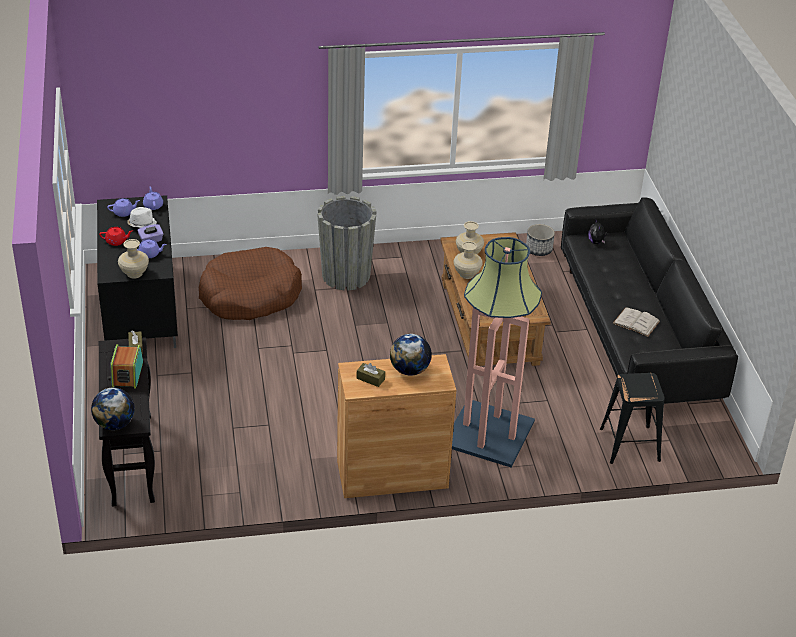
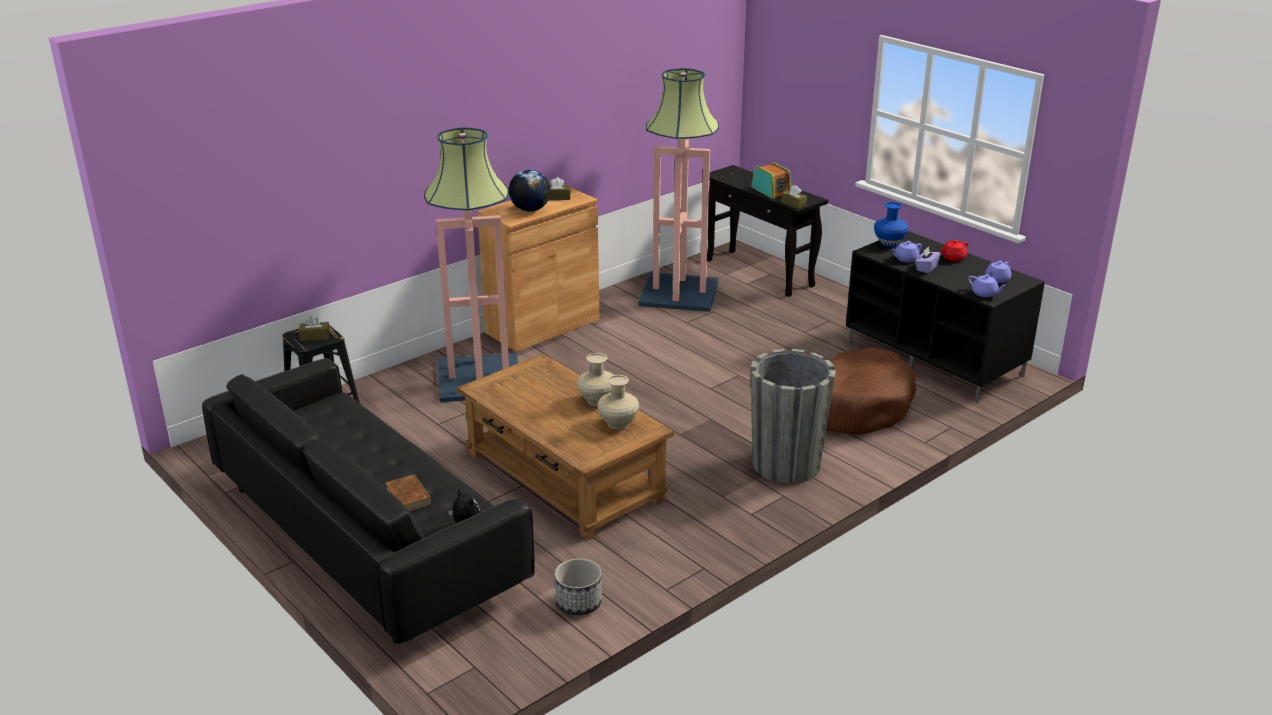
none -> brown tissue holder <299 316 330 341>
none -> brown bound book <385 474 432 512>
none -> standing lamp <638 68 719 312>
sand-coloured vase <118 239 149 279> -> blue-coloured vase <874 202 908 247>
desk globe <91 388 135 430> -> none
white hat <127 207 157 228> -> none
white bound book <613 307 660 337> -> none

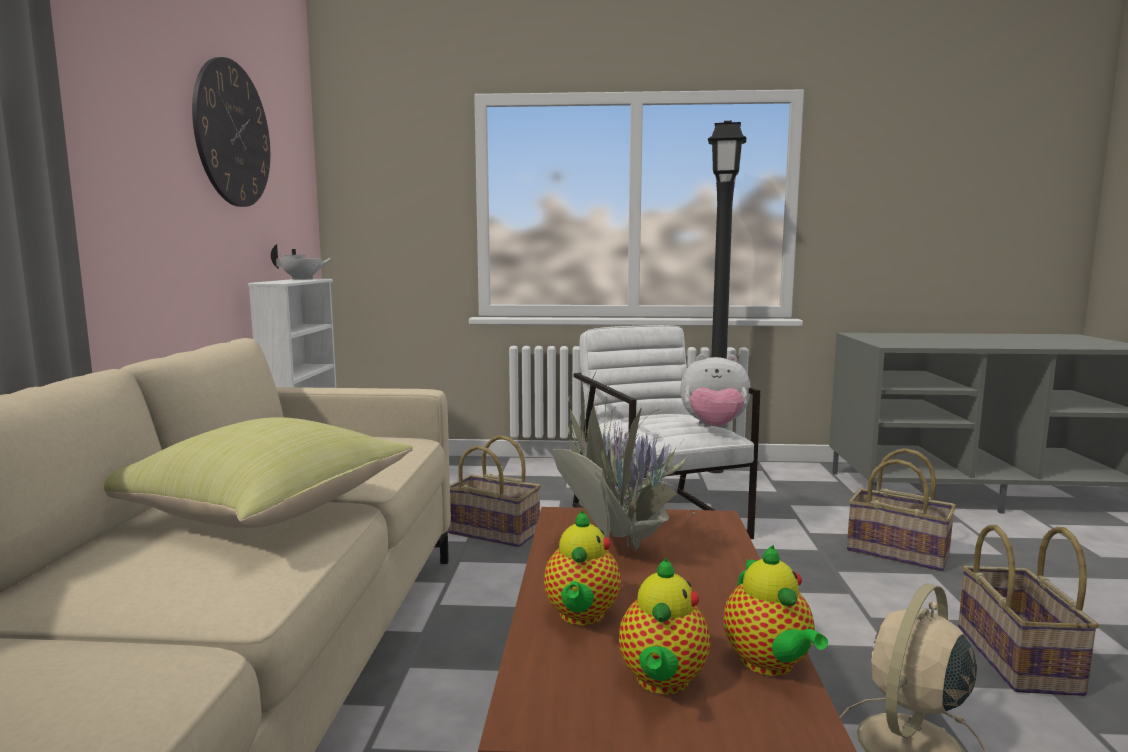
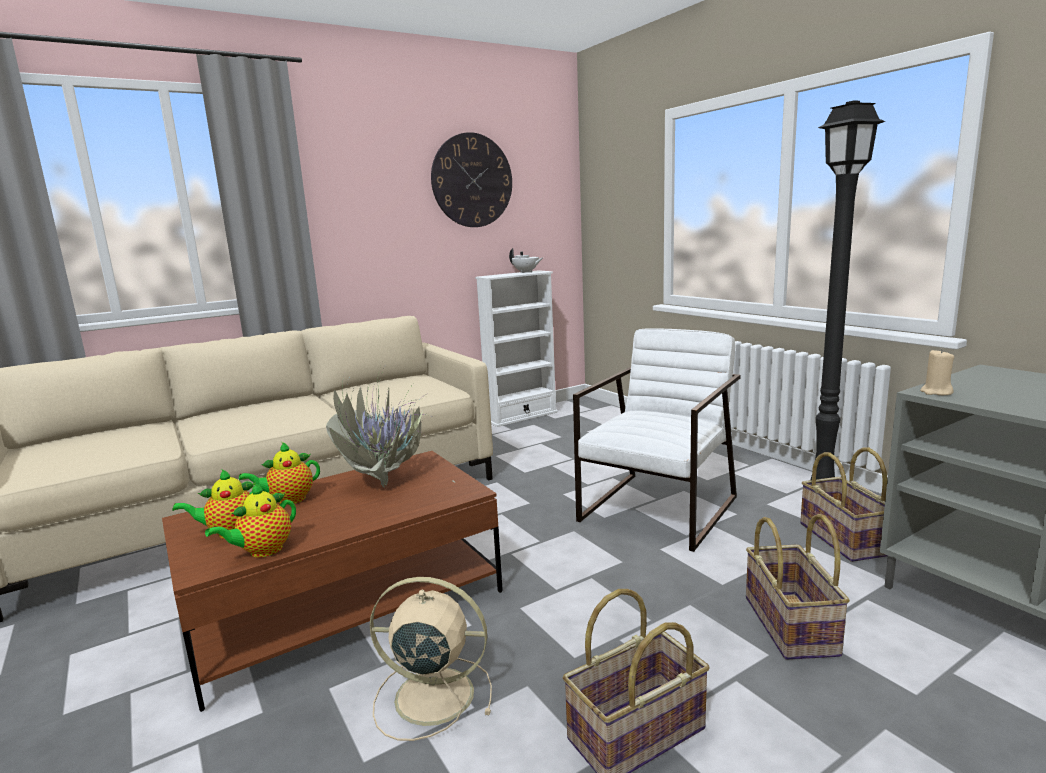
storage basket <448 435 541 547> -> storage basket <800 447 888 562>, move
none -> sand-coloured candle <920 349 954 395>
yellow-coloured pillow <104 417 413 528> -> none
cuddly toy <680 354 750 428> -> none

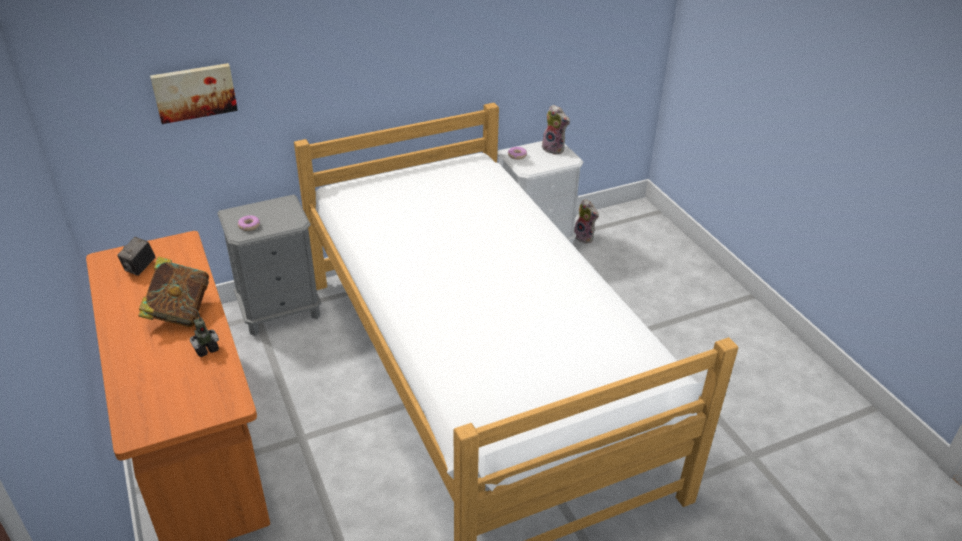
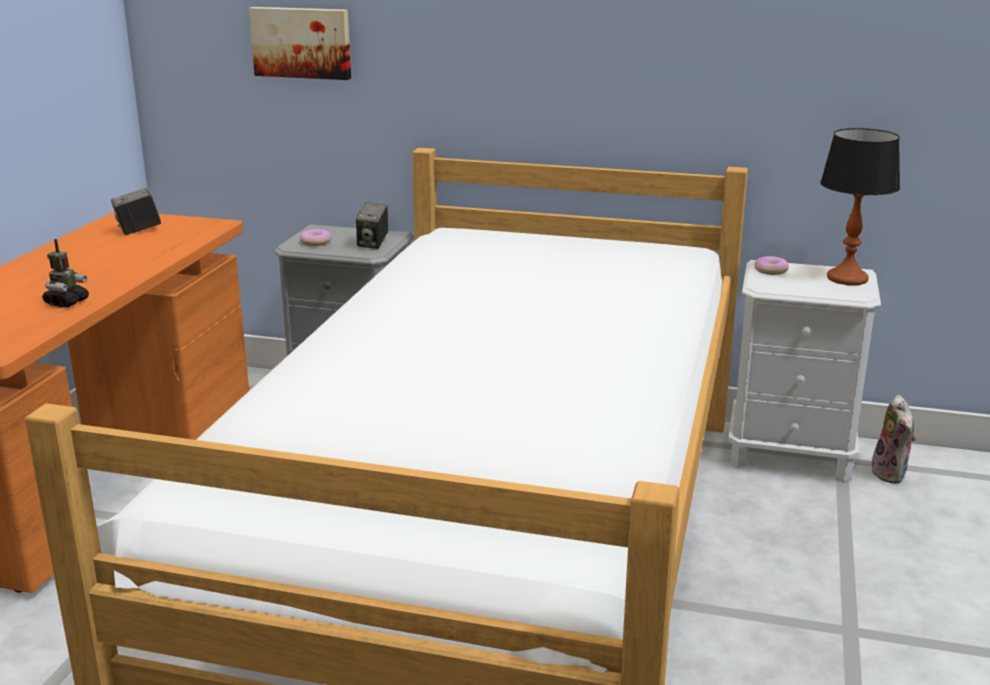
robot figure <190 313 219 357> -> robot figure <42 239 89 307>, 75 degrees counterclockwise
none -> photo camera <356 202 388 249>
cuddly toy <542 105 570 155> -> lamp for a table <820 128 900 285>
bound book <138 256 209 327> -> none

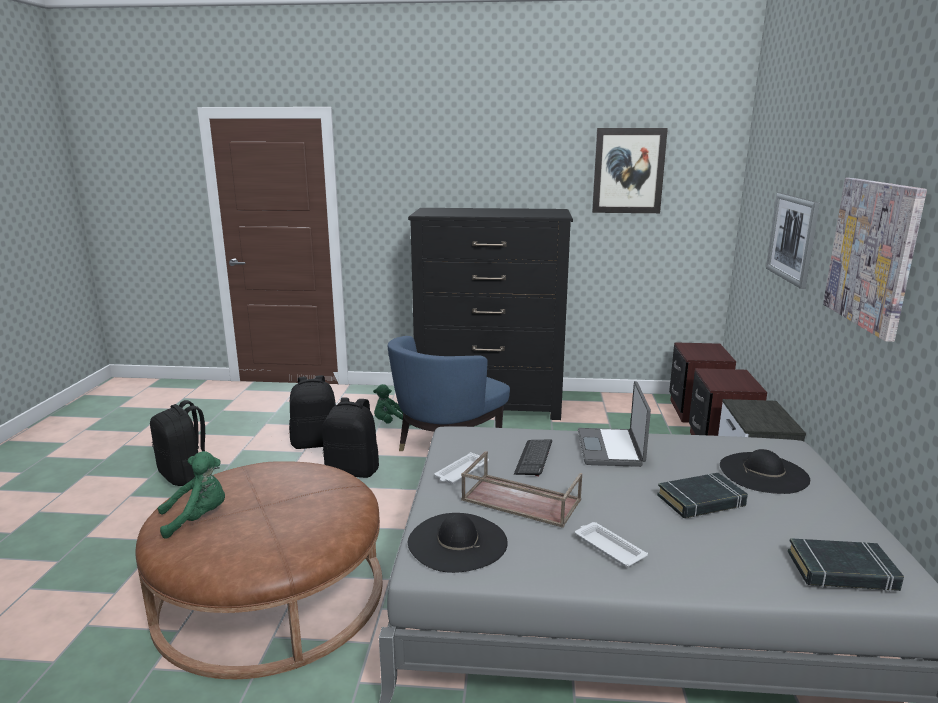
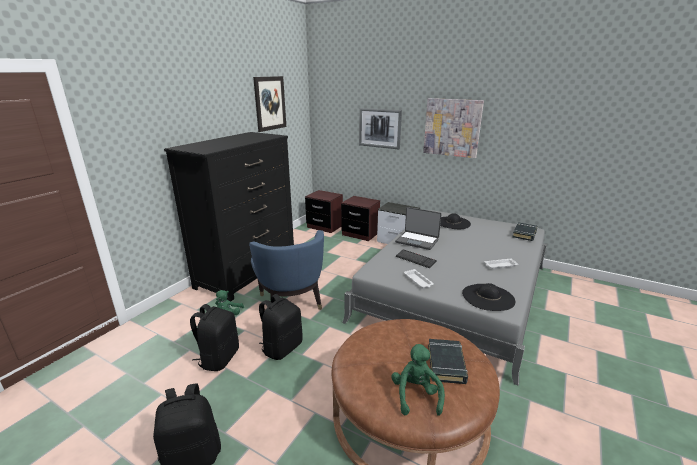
black bound book <657 473 748 518> -> black bound book <428 339 468 384>, move
brown tray <461 451 582 528> -> none

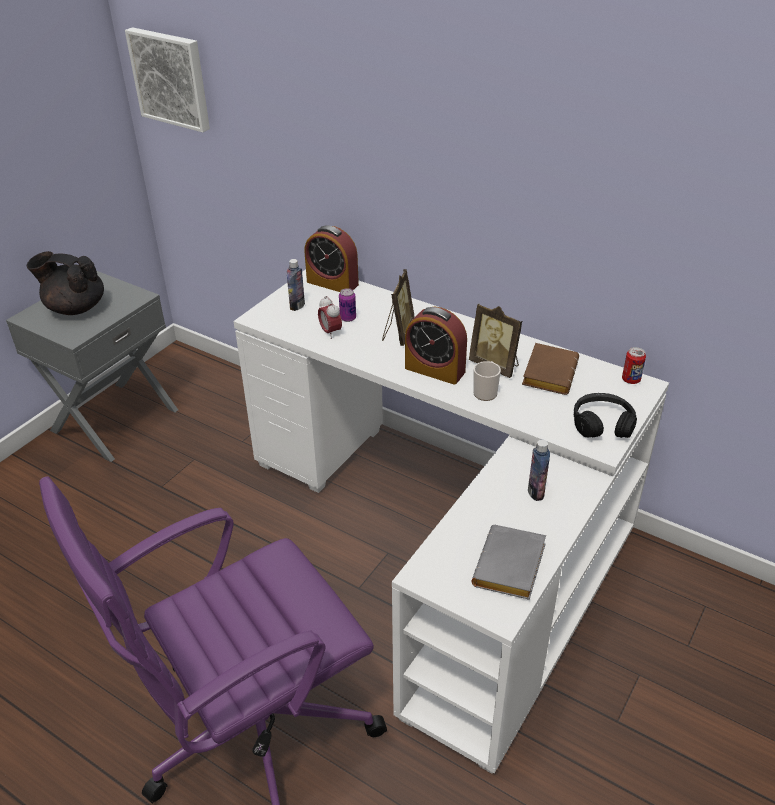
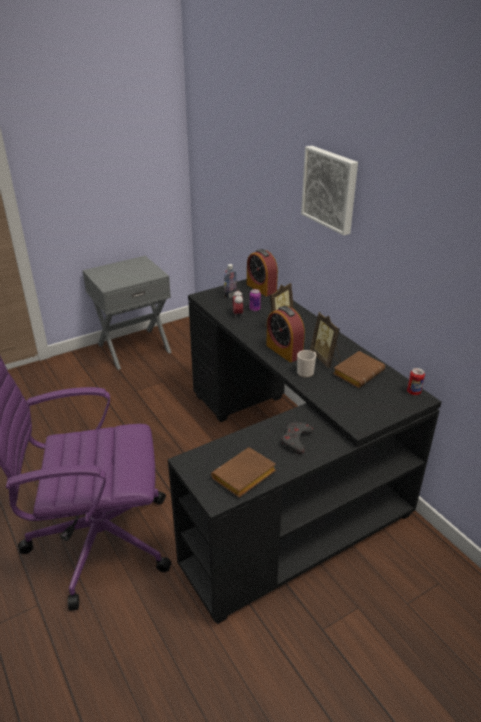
white desk <233 269 669 774> -> black desk <168 279 441 624>
greyish bound book <472 525 546 600> -> brown bound book <211 447 276 498>
beverage bottle <528 440 550 501> -> greyish gamepad <282 422 313 454>
picture <125 27 210 132> -> picture <301 146 358 236>, move
black tea pot <26 251 104 315> -> none
black pair of headphones <574 393 637 438> -> none

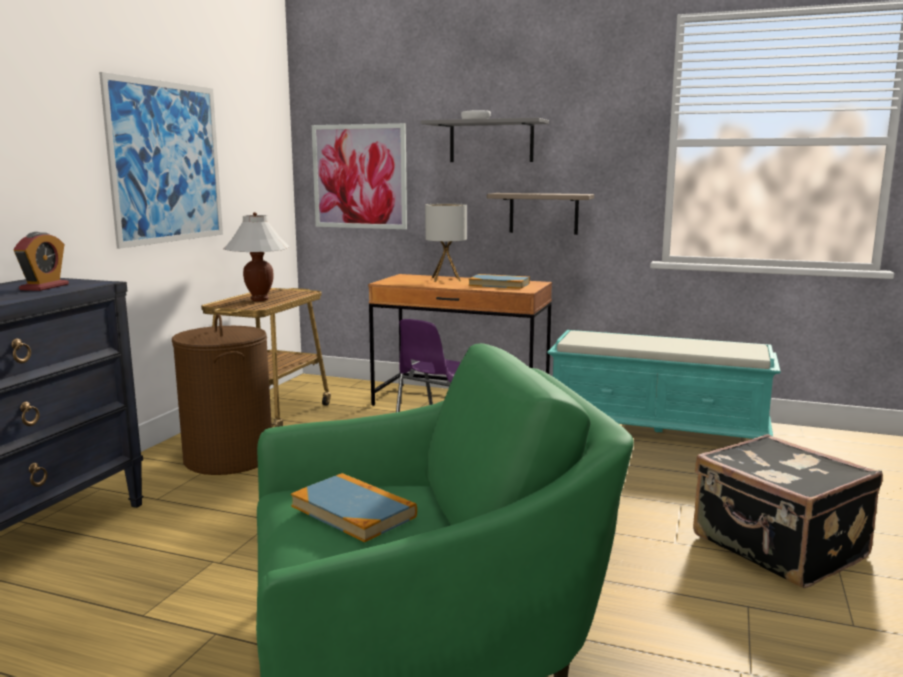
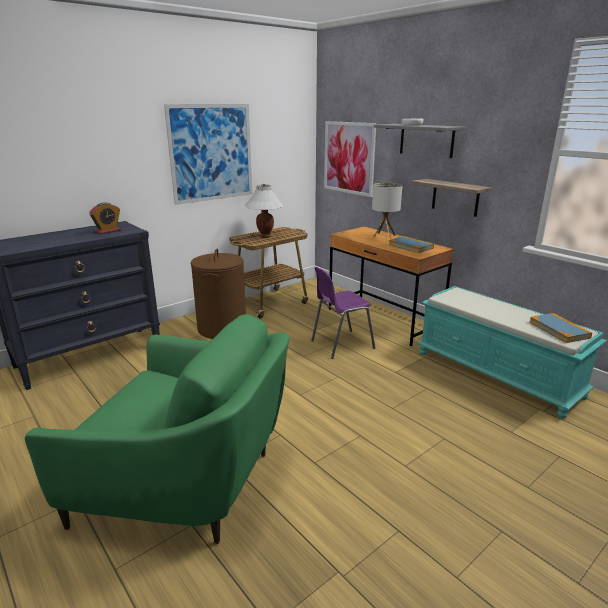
bound book <291 473 417 542> -> bound book <529 313 592 343>, move
black piece of luggage <693 434 883 588> -> none

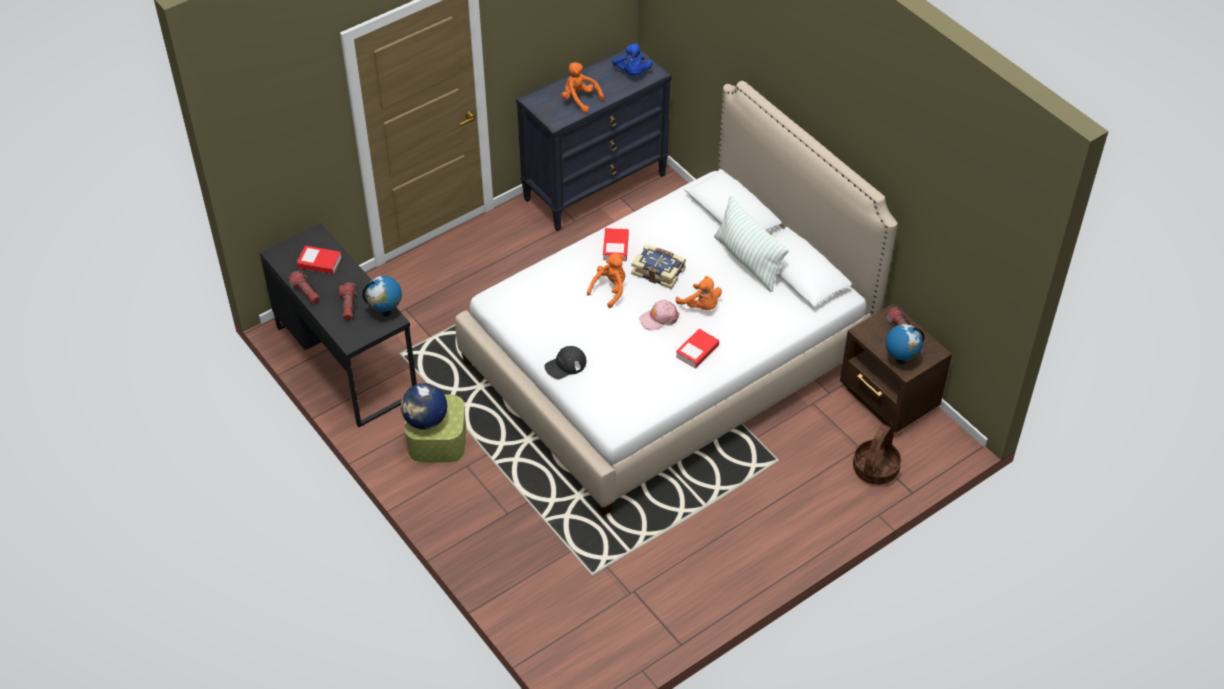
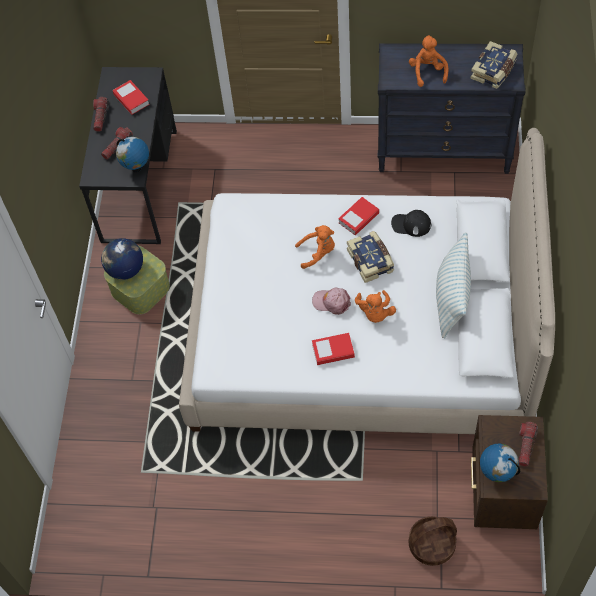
black baseball cap <544 346 586 379> -> black baseball cap <391 210 431 237>, move
blue-coloured cuddly toy <612 43 652 76> -> bound book <470 41 517 89>

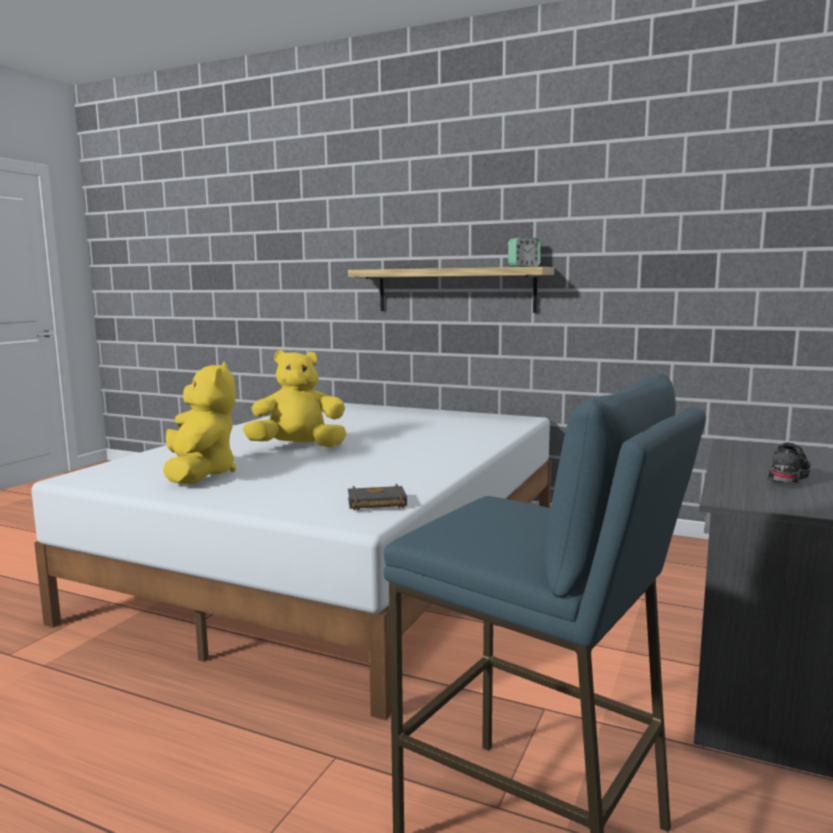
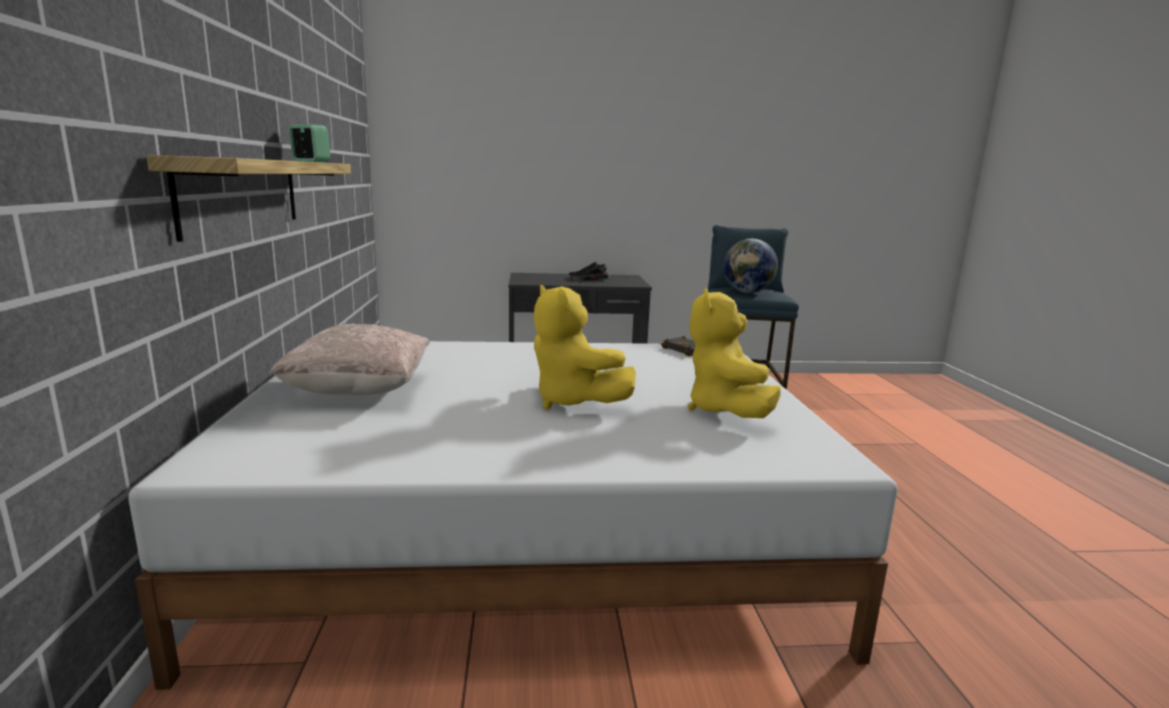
none -> sand-coloured pillow <269 324 430 395>
yellow-coloured cuddly toy <163 362 236 484> -> yellow-coloured cuddly toy <688 288 781 418>, 45 degrees counterclockwise
none -> desk globe <723 239 778 293>

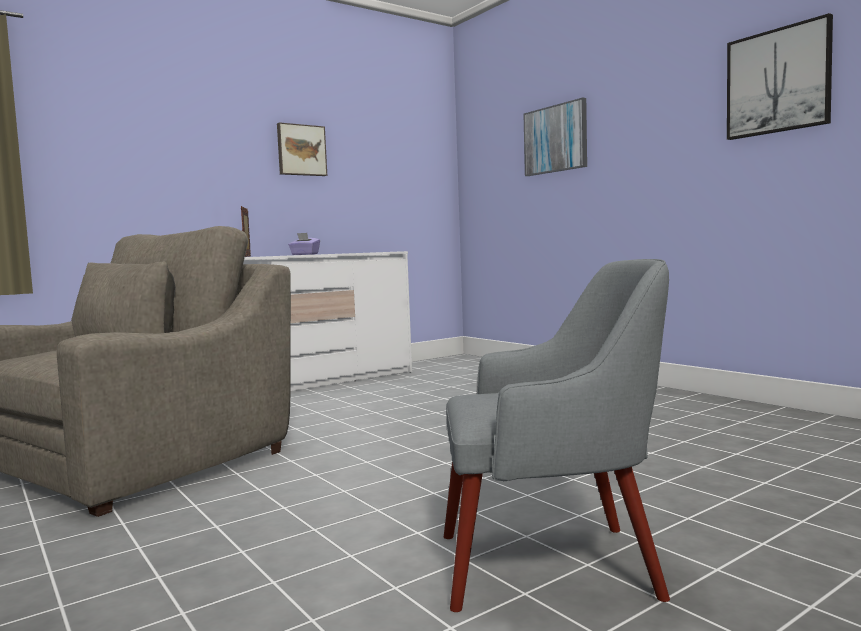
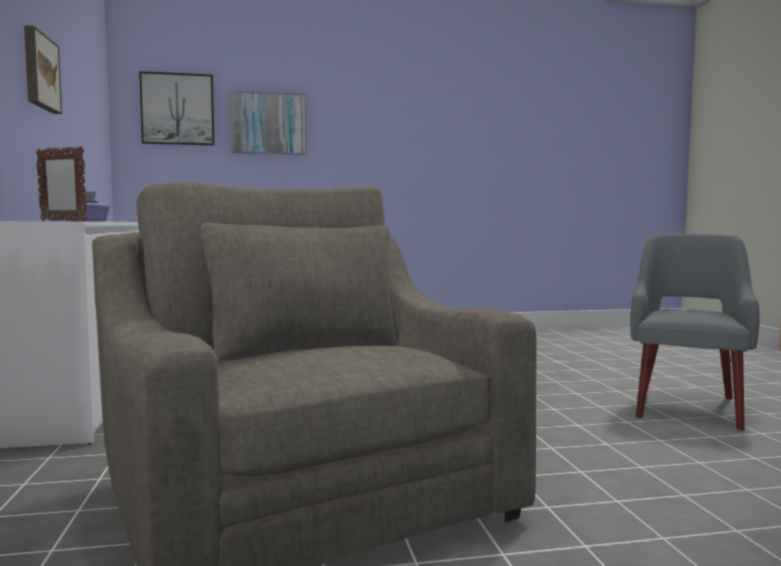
picture <727 13 833 140> -> picture <139 71 214 145>, move

